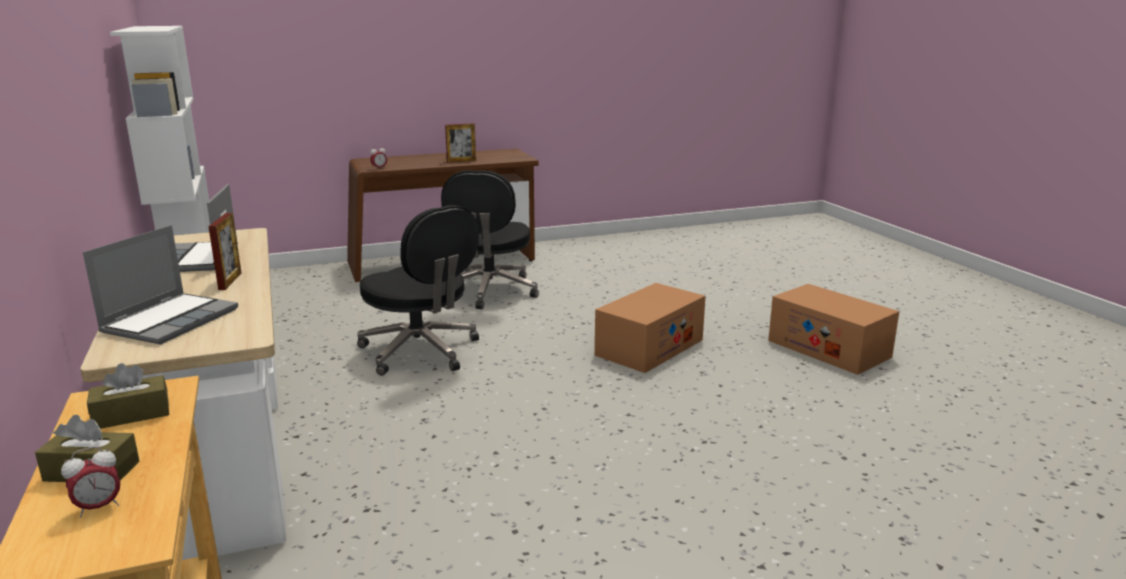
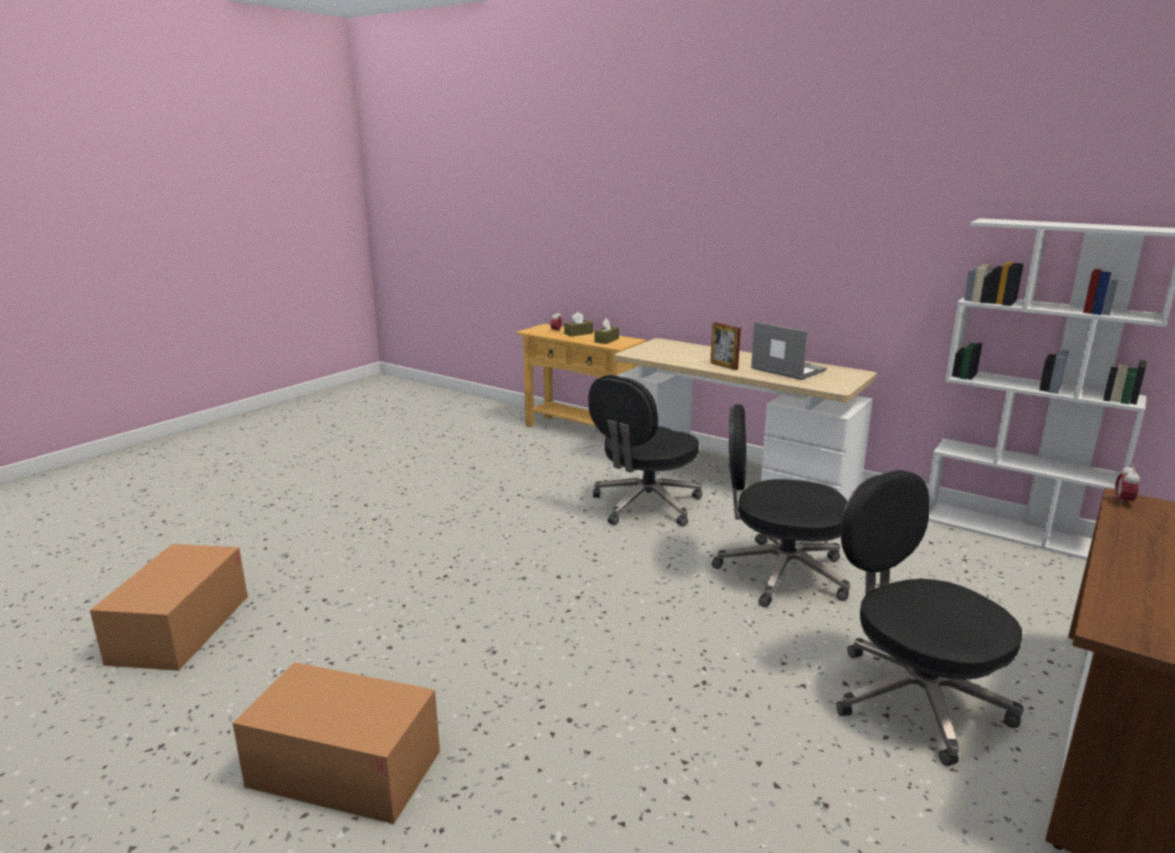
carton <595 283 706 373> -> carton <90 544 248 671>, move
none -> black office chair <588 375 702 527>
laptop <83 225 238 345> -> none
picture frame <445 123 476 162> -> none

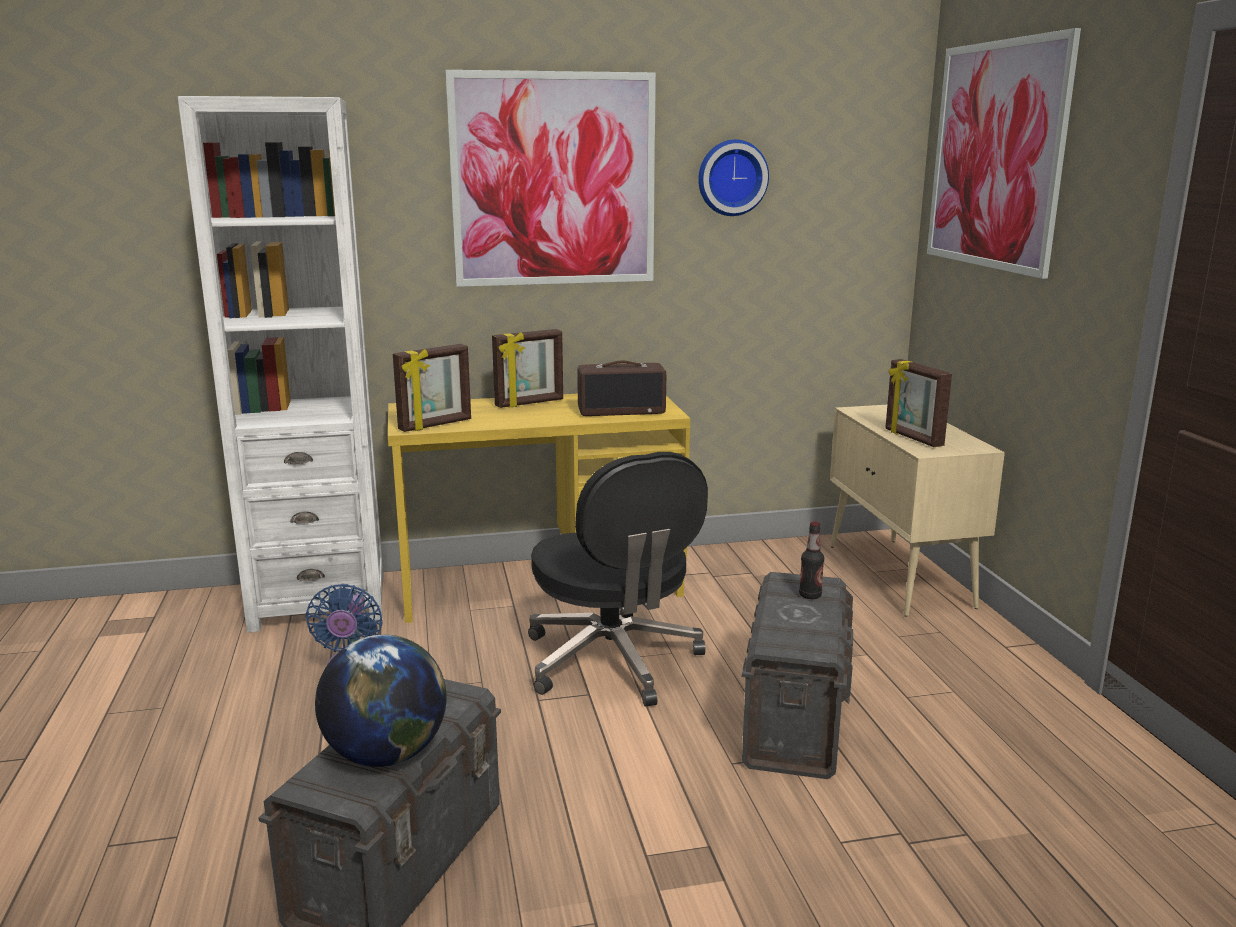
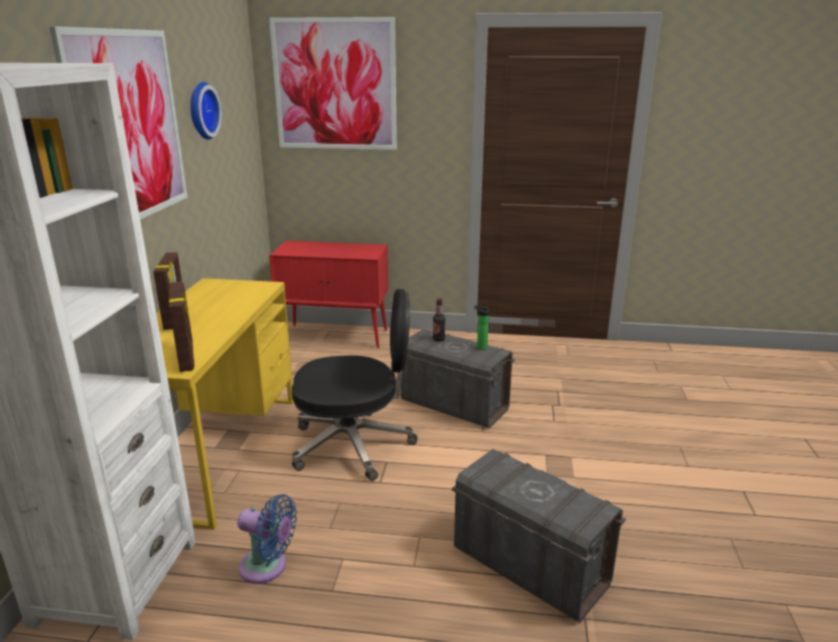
sand-coloured cupboard <830 405 1005 617> -> red-coloured cupboard <269 241 389 348>
none -> beverage bottle <474 305 489 350>
desk globe <315 635 447 767> -> none
radio <577 361 666 416> -> none
picture frame <885 359 952 447> -> none

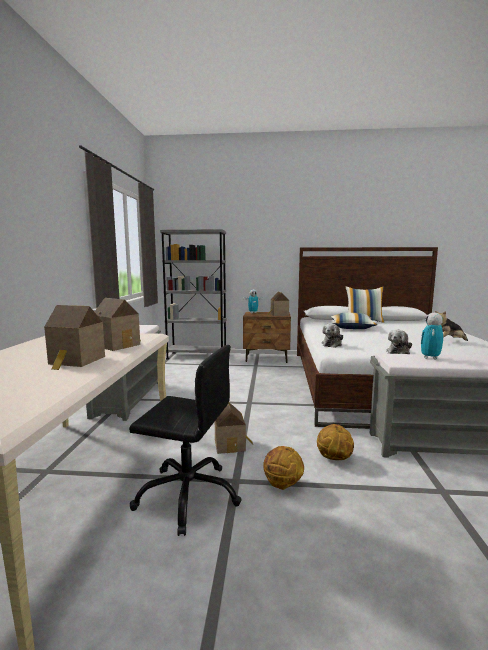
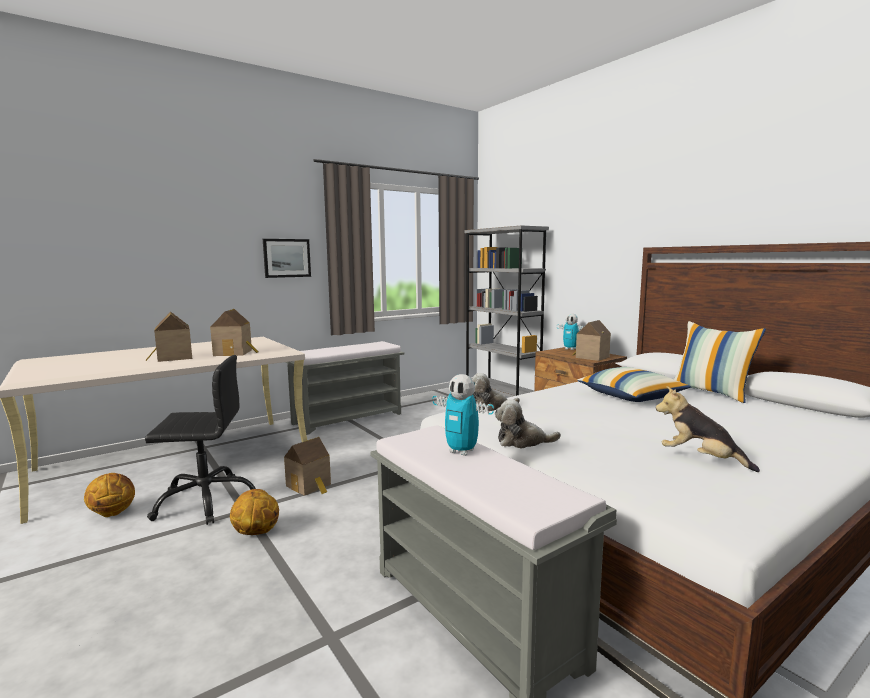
basketball ball <317 424 354 460> -> basketball ball <84 473 135 517>, move
black office chair <129 345 242 536> -> black office chair <145 355 256 525>, 75 degrees counterclockwise
none -> picture <263 239 311 278>
robot figure <421 312 443 360> -> robot figure <432 374 494 456>, 135 degrees counterclockwise

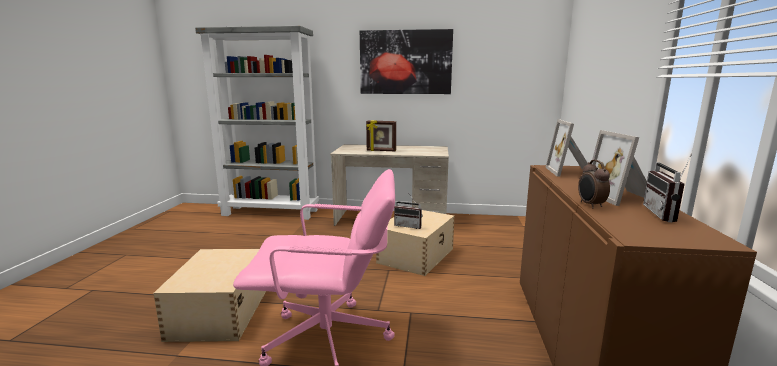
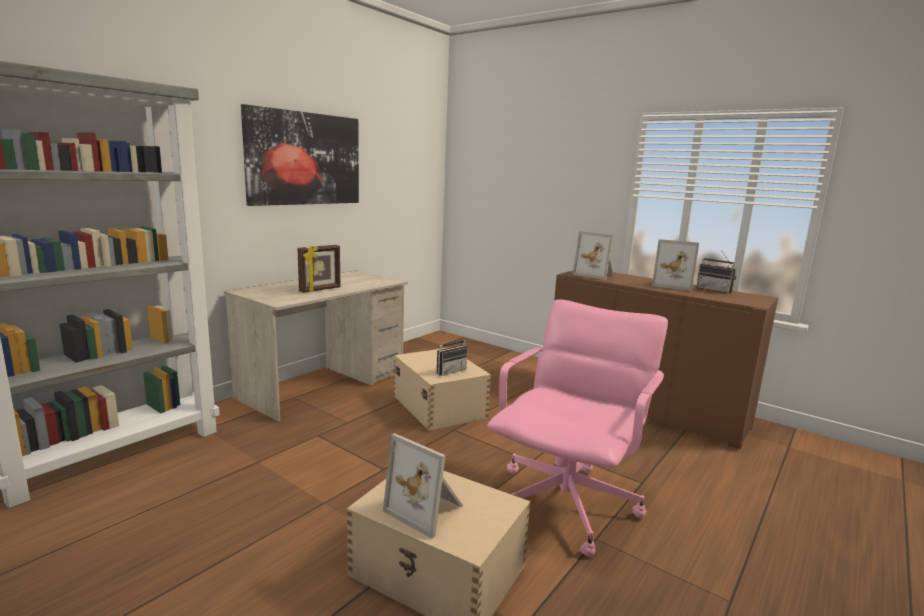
none -> picture frame <383 433 463 539>
alarm clock <578 160 610 208> -> none

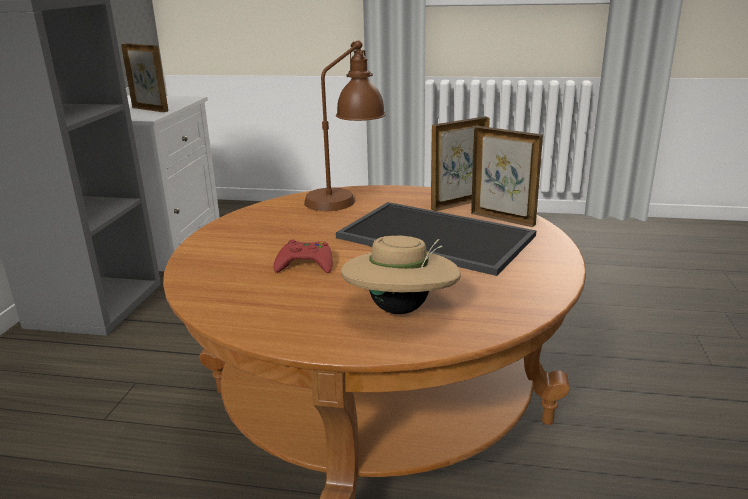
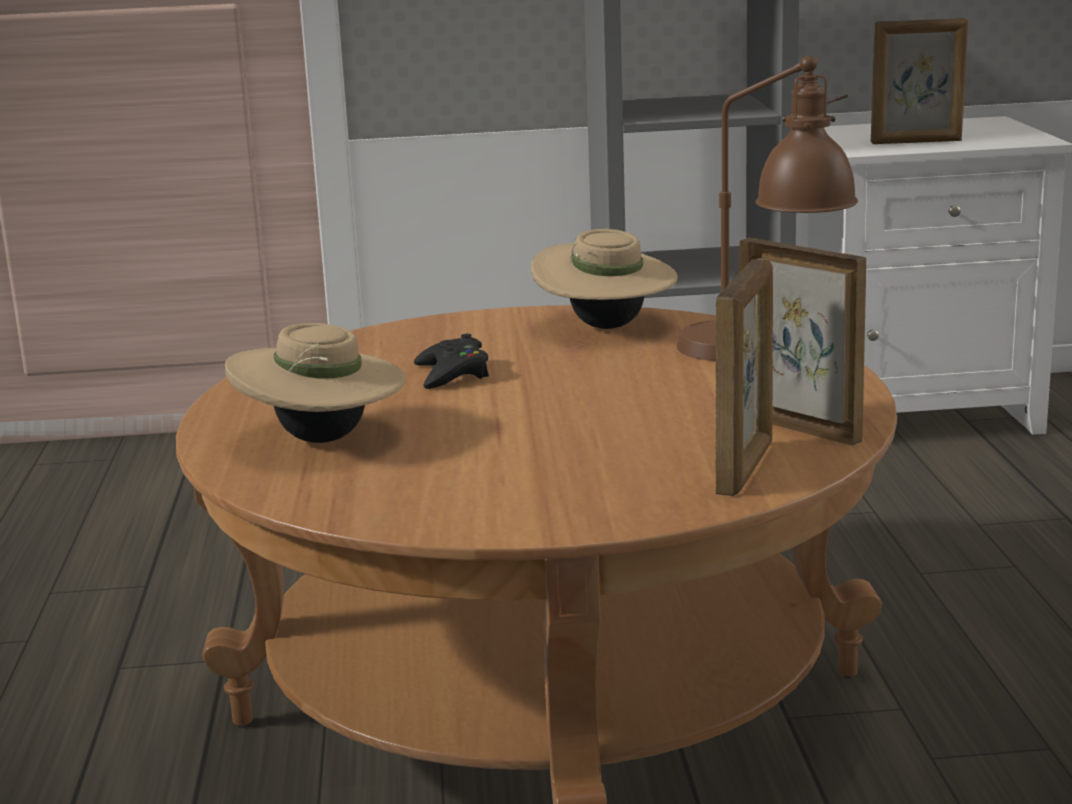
red-coloured gamepad <273 239 333 273> -> black gamepad <414 334 489 389>
none -> sand-coloured hat <531 229 678 329>
picture frame <121 43 169 112> -> picture frame <871 18 968 144>, 75 degrees clockwise
tray <336 202 536 276> -> none

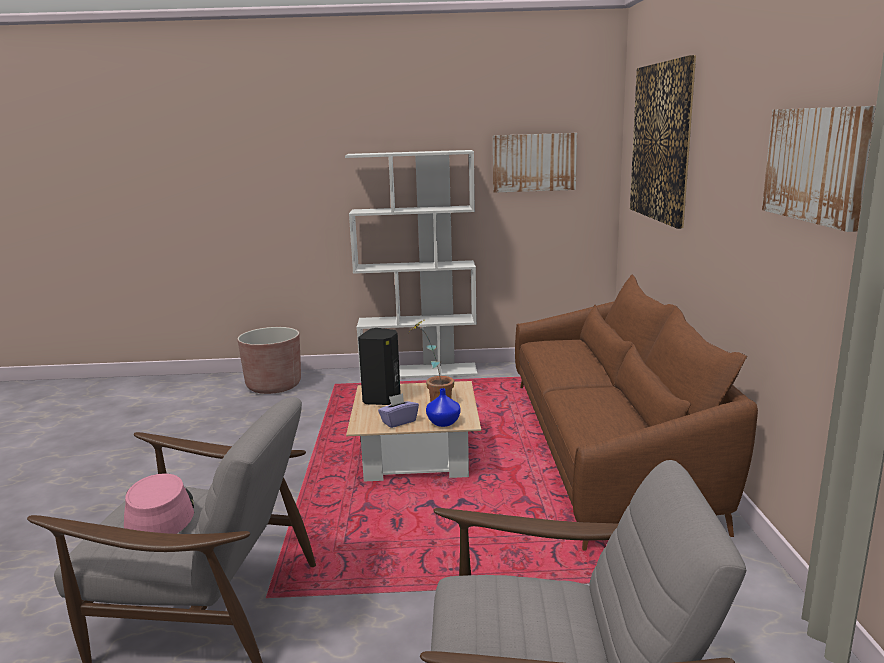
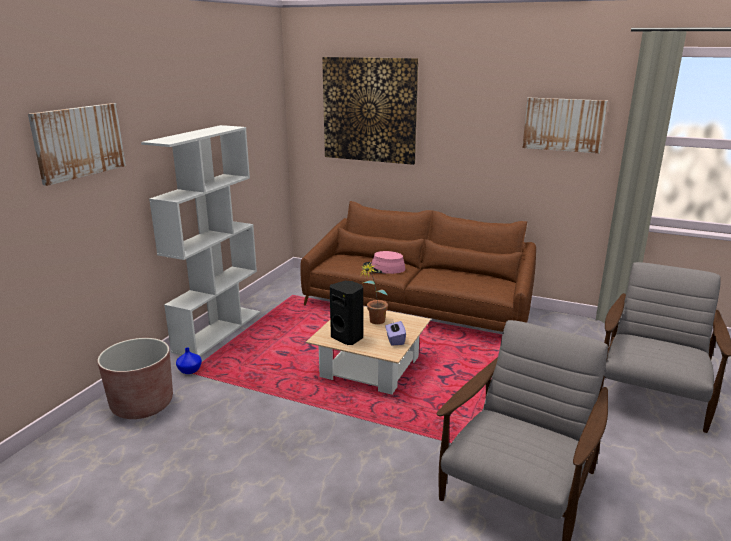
picture <493 133 577 193> -> picture <28 103 126 186>, move
blue-coloured vase <426 388 461 427> -> blue-coloured vase <176 347 202 374>, move
pink-coloured hat <124 474 194 534> -> pink-coloured hat <363 251 405 274>, move

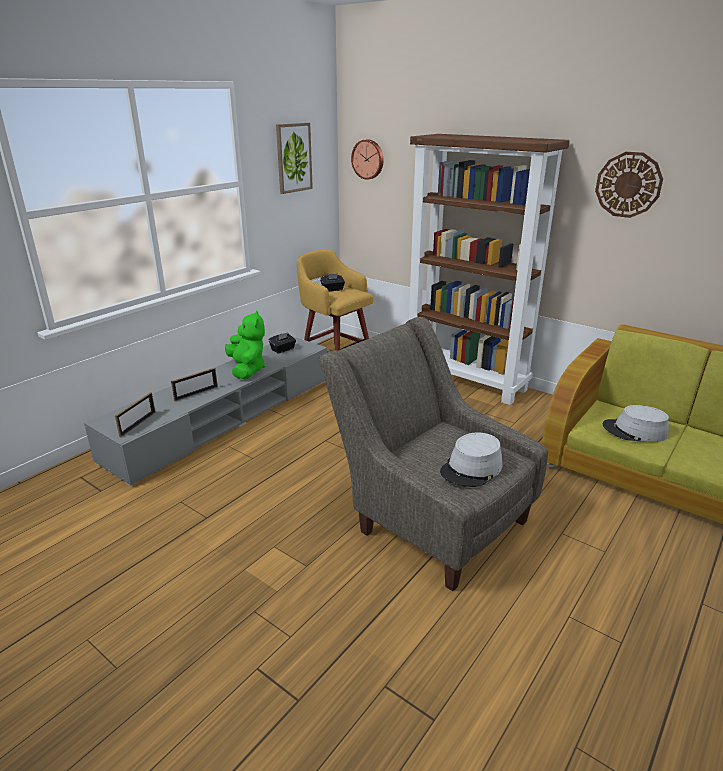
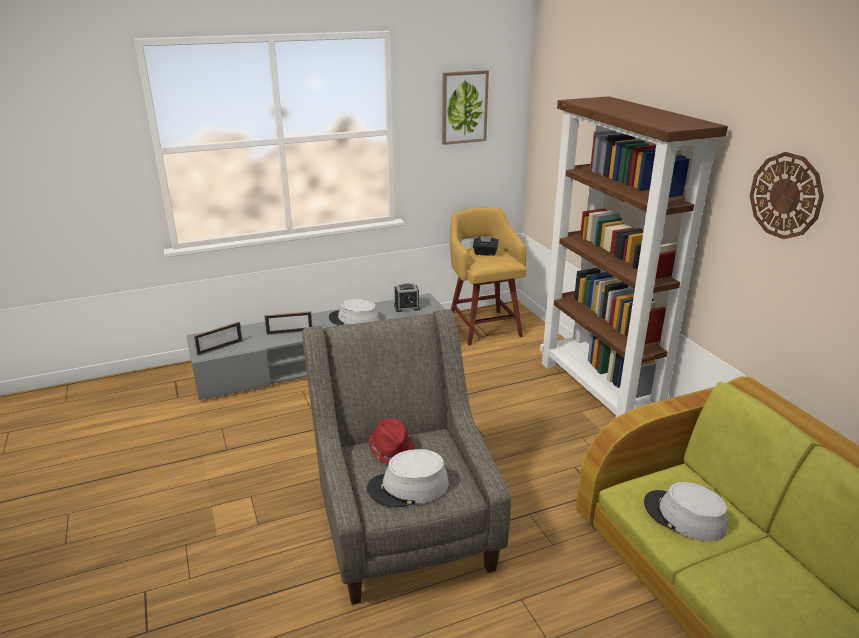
green cuddly toy <225 311 265 379> -> greyish hat <329 299 379 326>
none -> red-coloured hat <368 418 415 465>
black tissue holder <269 332 296 354> -> alarm clock <394 283 420 312>
clock on the wall <351 139 384 180> -> none

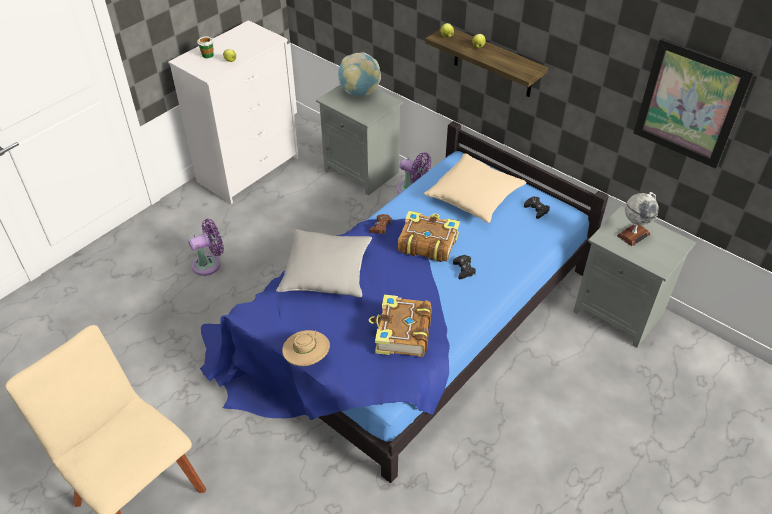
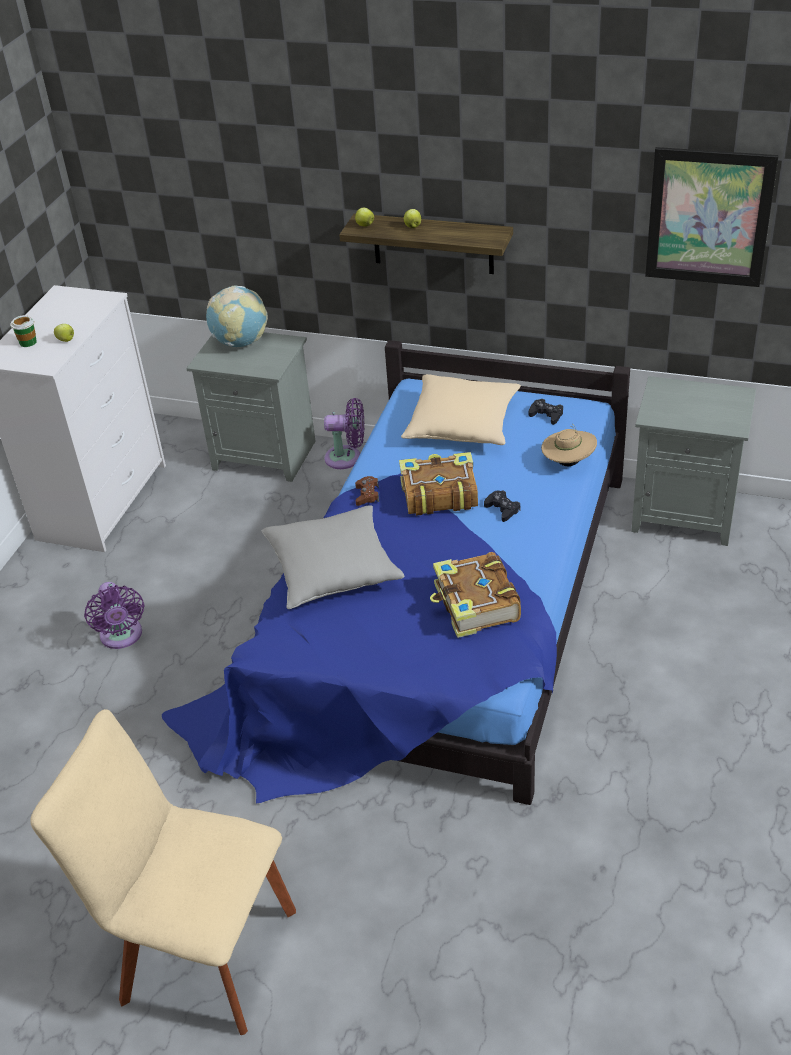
purple cooling fan <188 219 224 276> -> purple cooling fan <84 582 144 649>, 120 degrees clockwise
sand-coloured hat <282 330 330 366> -> sand-coloured hat <541 423 597 466>, move
desk globe <617 192 659 247> -> none

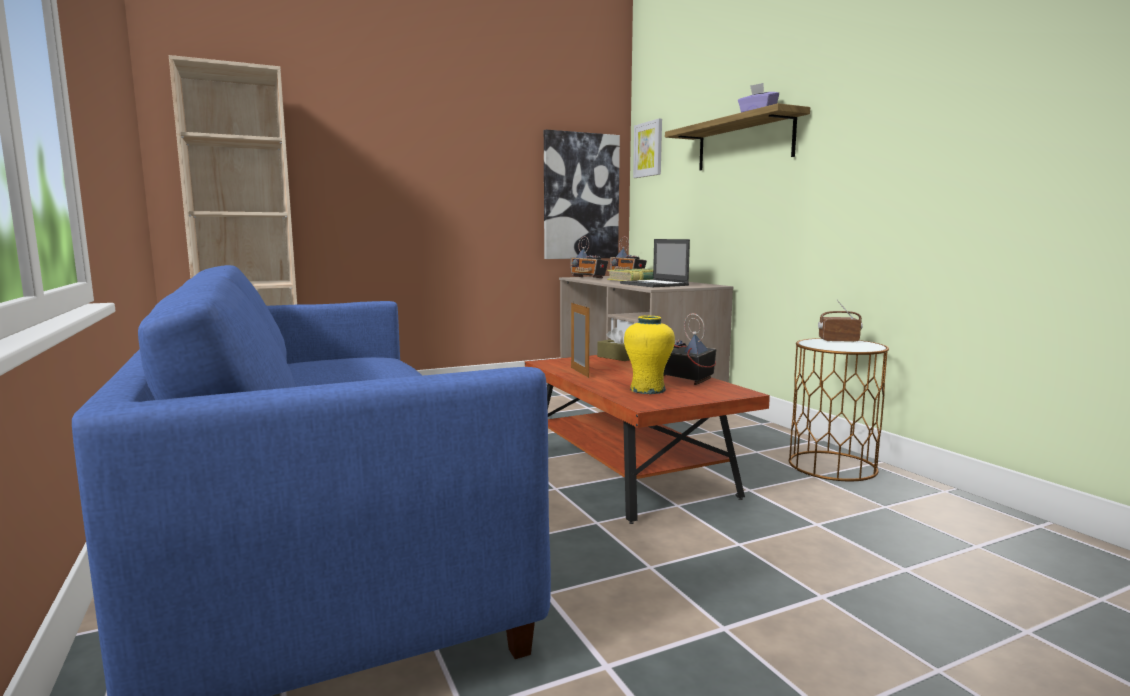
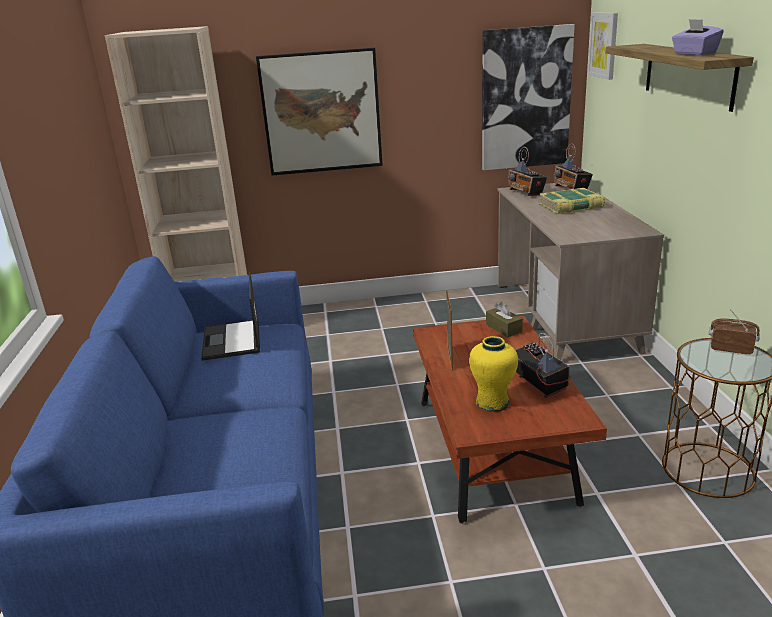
laptop <620 239 690 287> -> laptop <201 272 260 361>, move
none -> picture <256 48 383 175>

